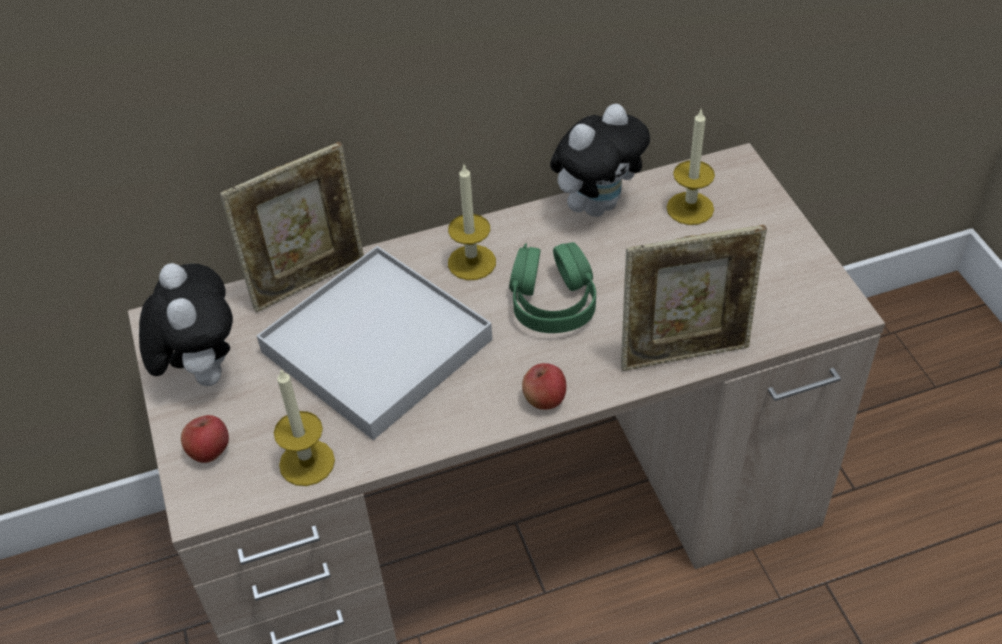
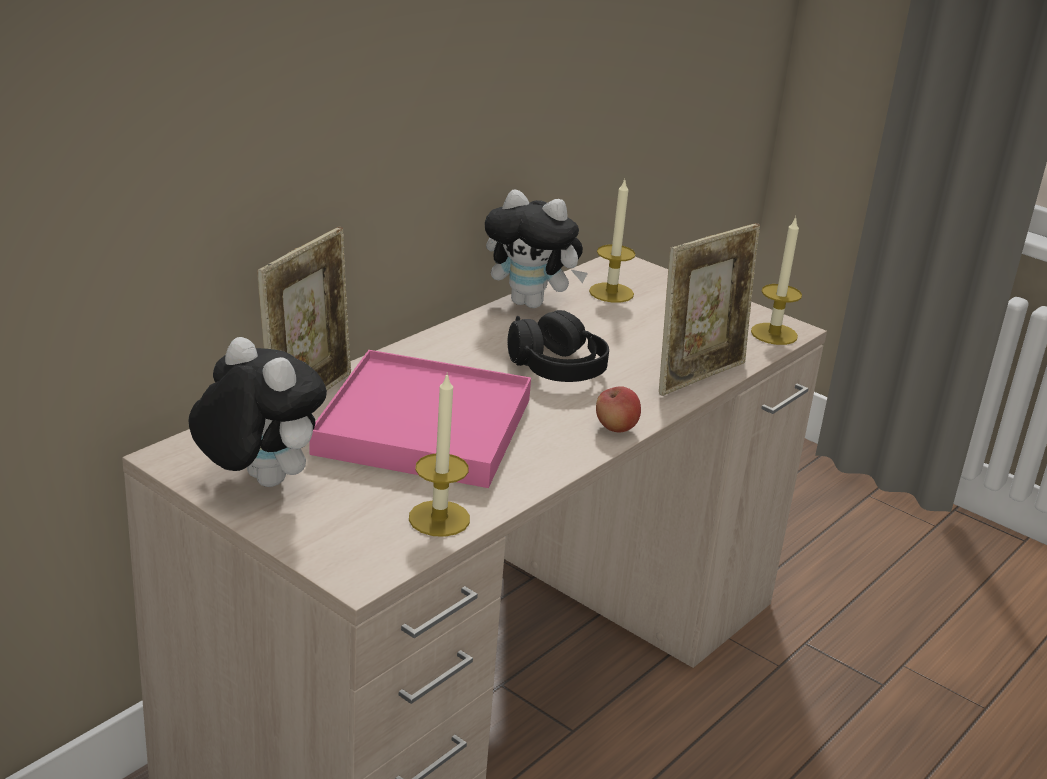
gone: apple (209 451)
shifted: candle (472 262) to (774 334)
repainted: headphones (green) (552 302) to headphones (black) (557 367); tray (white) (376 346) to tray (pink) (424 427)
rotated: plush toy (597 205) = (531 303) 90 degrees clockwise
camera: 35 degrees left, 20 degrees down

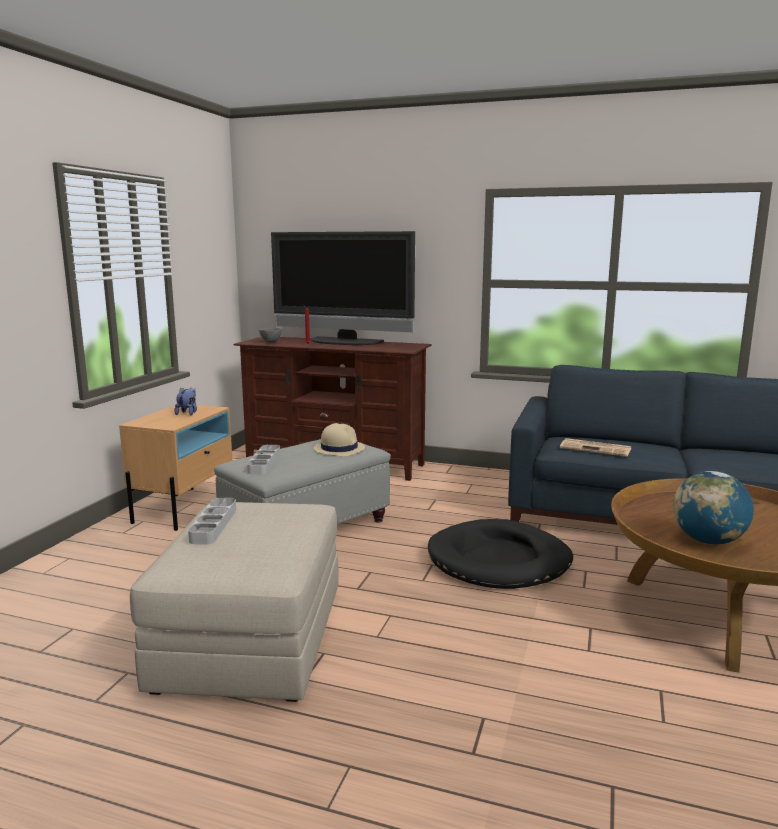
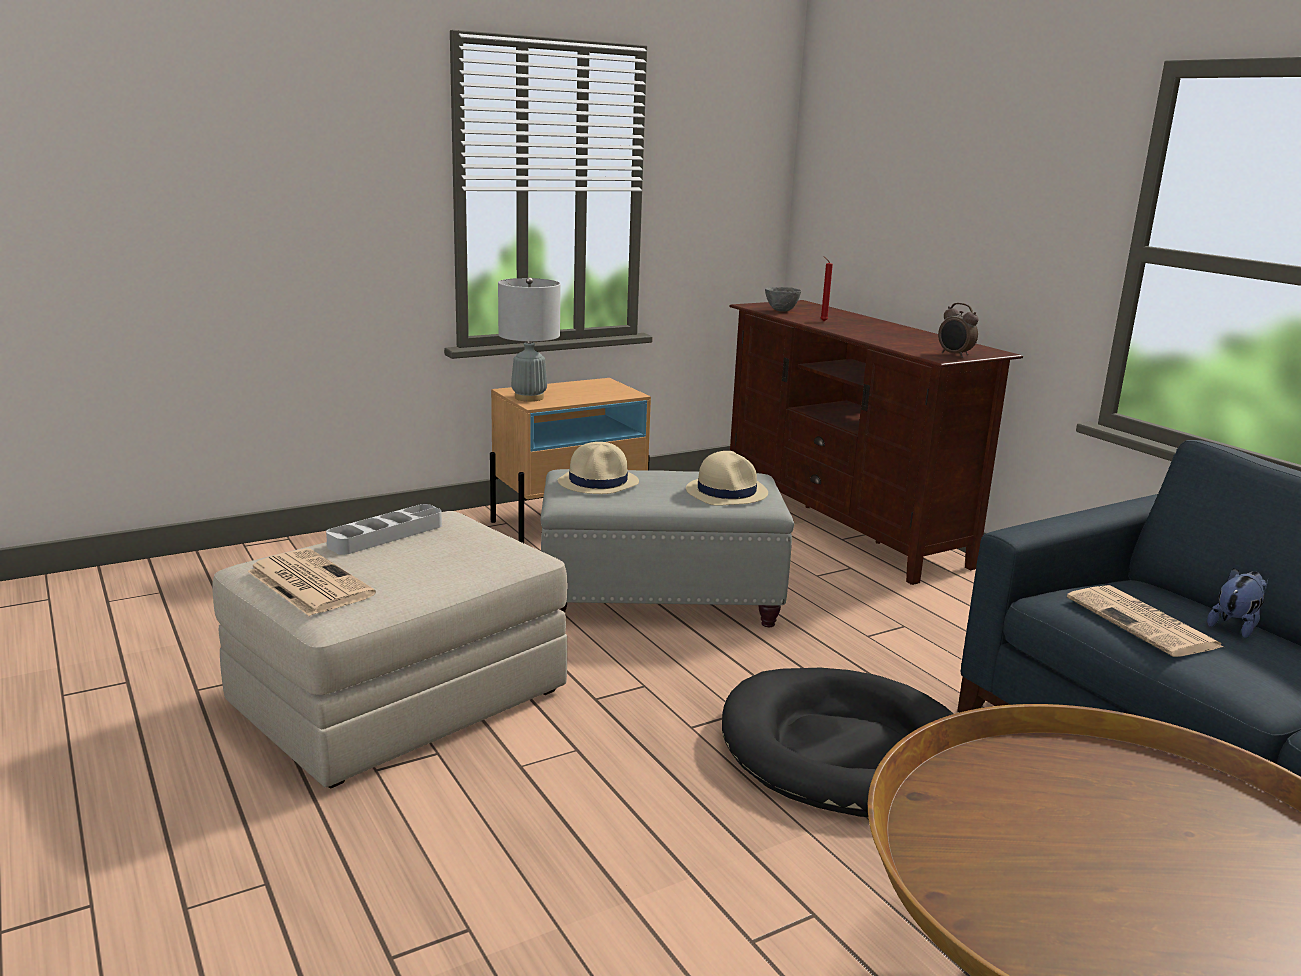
gone: television (343 342); globe (708 541)
new: table lamp (grey) (529 398); alarm clock (954 355); newspaper (308 583)
shifted: plush toy (187 413) to (1235 626)
swapped: tray (grey) (264 463) to hat (beige) (599 482)
camera: 40 degrees right, 5 degrees up

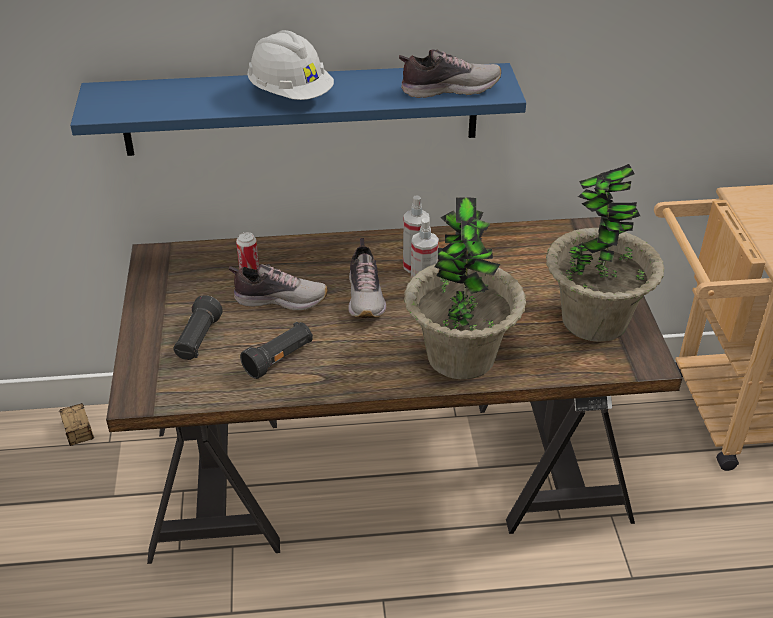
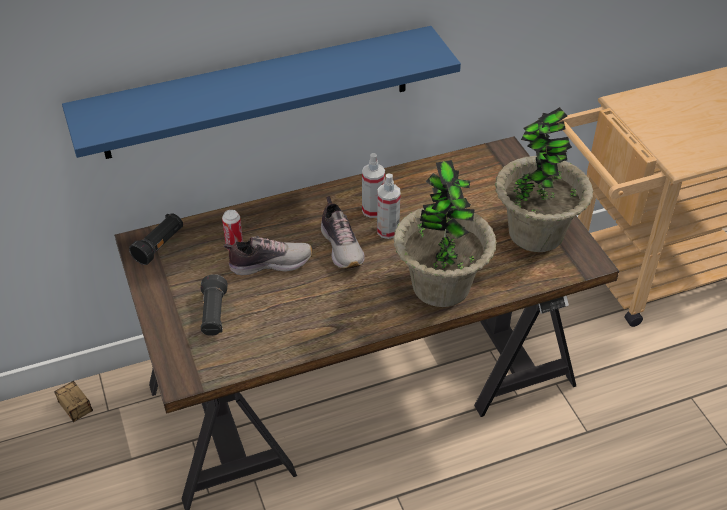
gone: hard hat (white) (290 94); shoe (448 89)
shifted: flashlight (black) (279 359) to (159 246)
camera: 15 degrees left, 5 degrees up

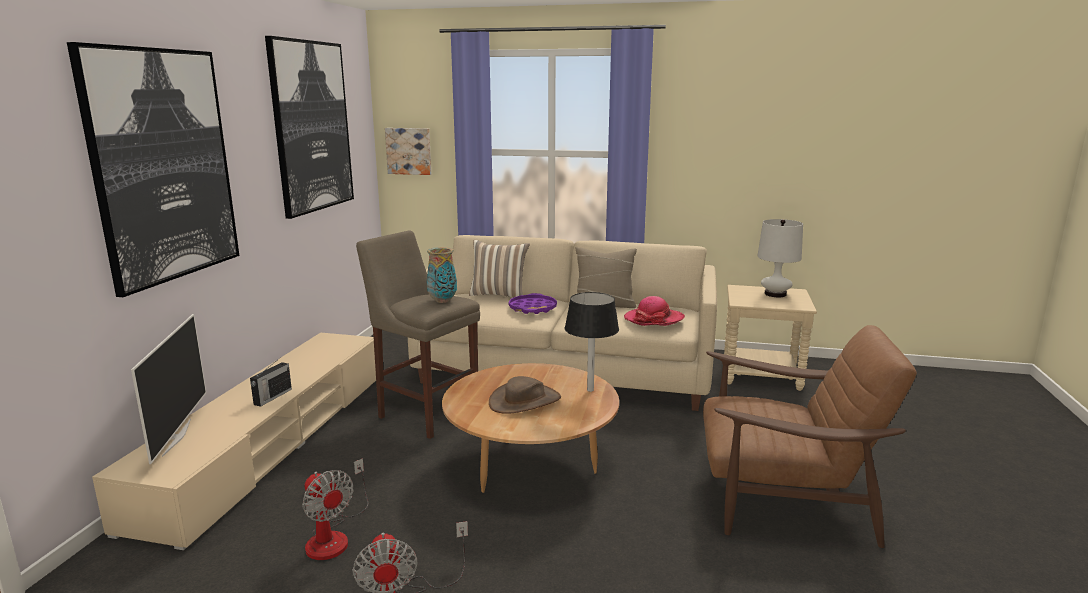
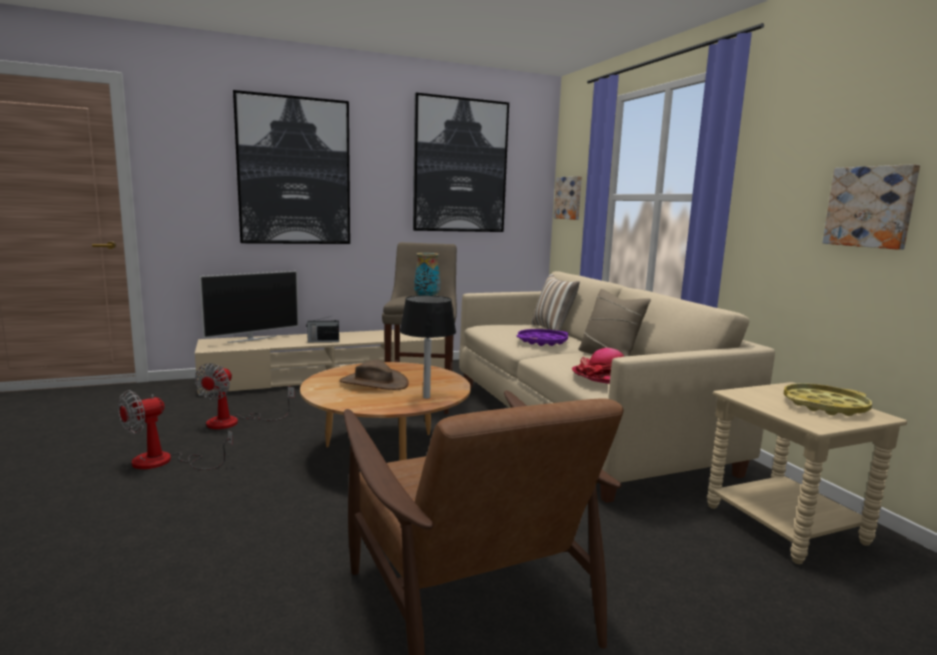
new: picture (871 207)
swapped: table lamp (white) (775 294) to tray (yellow) (825 406)
camera: 55 degrees right, 5 degrees down

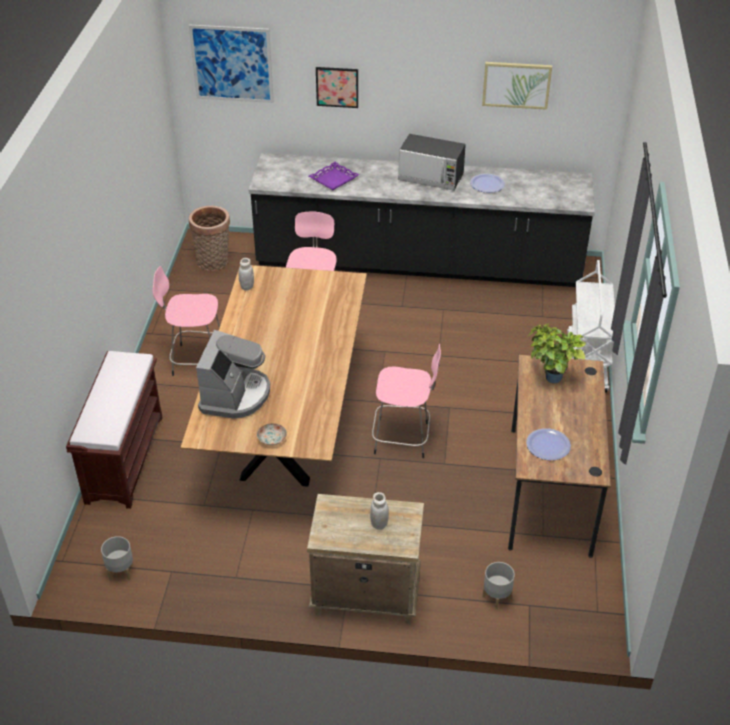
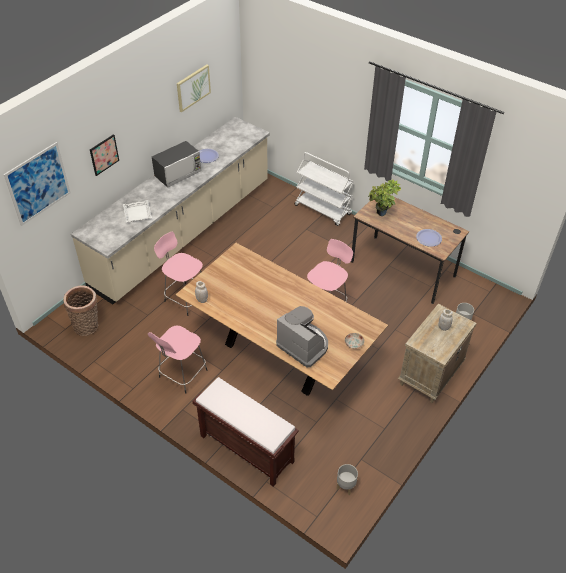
repainted: counter (black) (418 265) to counter (beige) (184 233); tray (purple) (334 179) to tray (white) (137 213)
camera: 60 degrees left, 5 degrees up

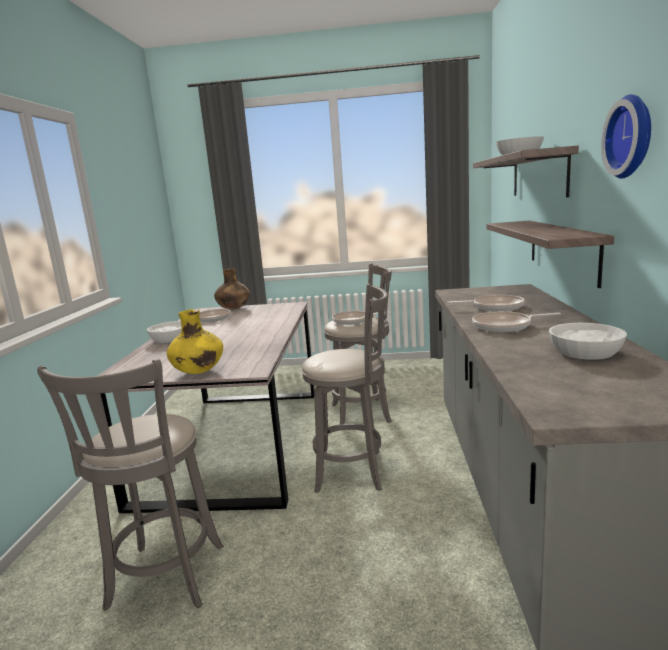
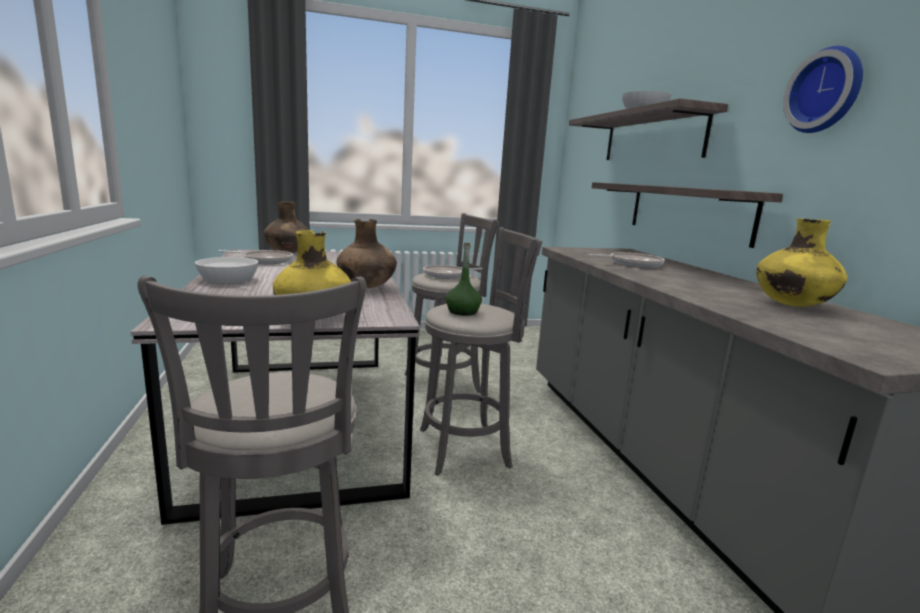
gone: frying pan (505 326)
new: vase (brown) (367 287); bottle (green) (462 312)
swapped: bowl (white) (584 352) to vase (yellow) (792 305)
camera: 20 degrees left, 0 degrees up

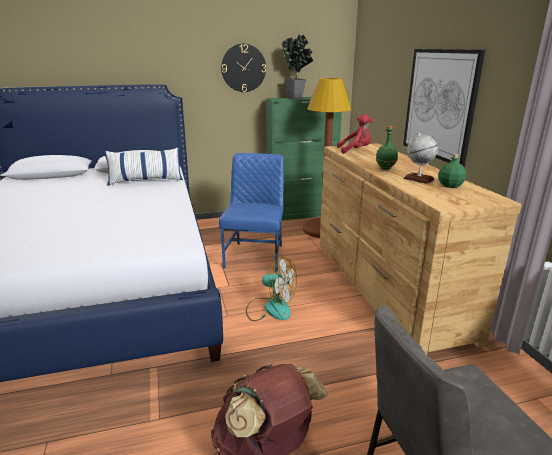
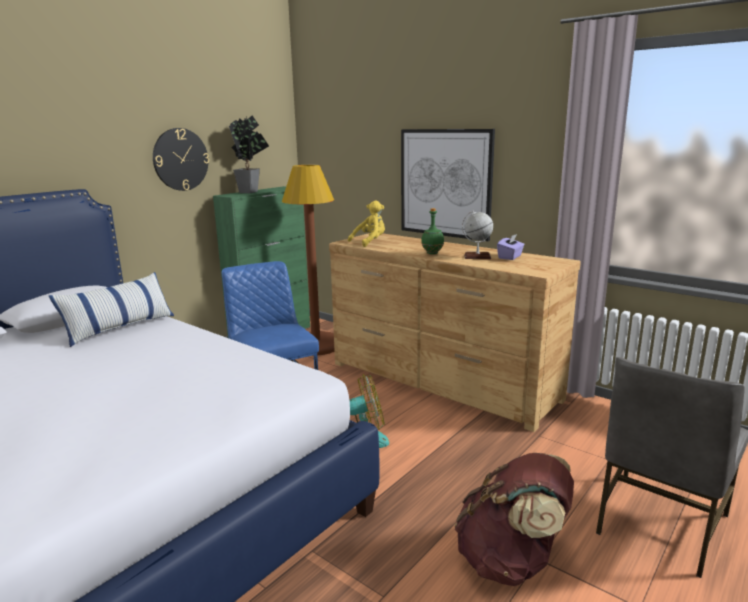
swapped: bottle (green) (450 185) to tissue box (purple) (510 257)
repainted: plush toy (red) (355 151) to plush toy (yellow) (370 242)
camera: 35 degrees left, 5 degrees down

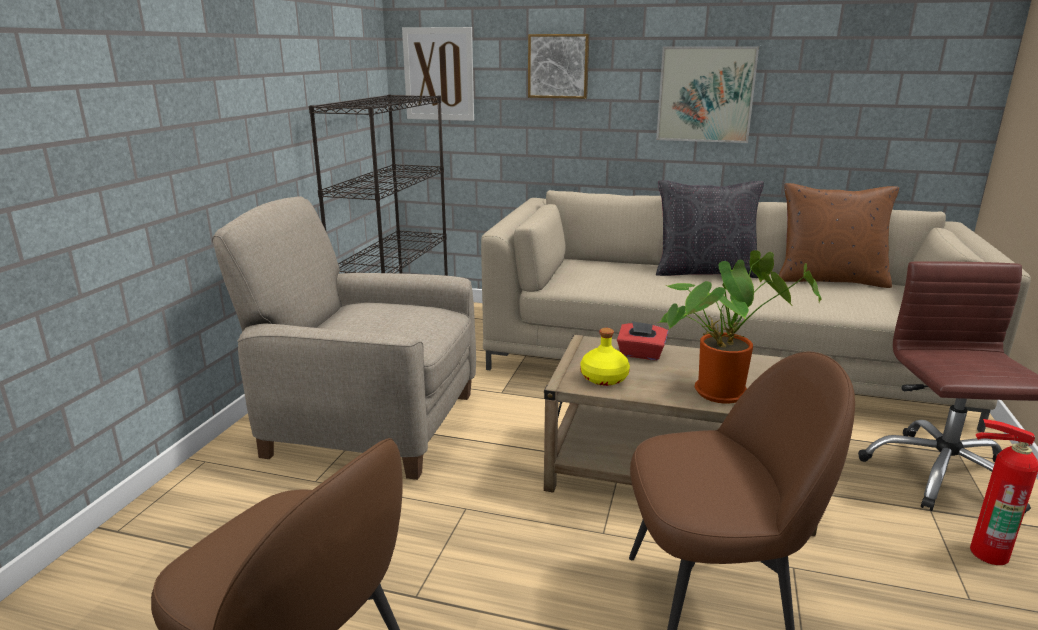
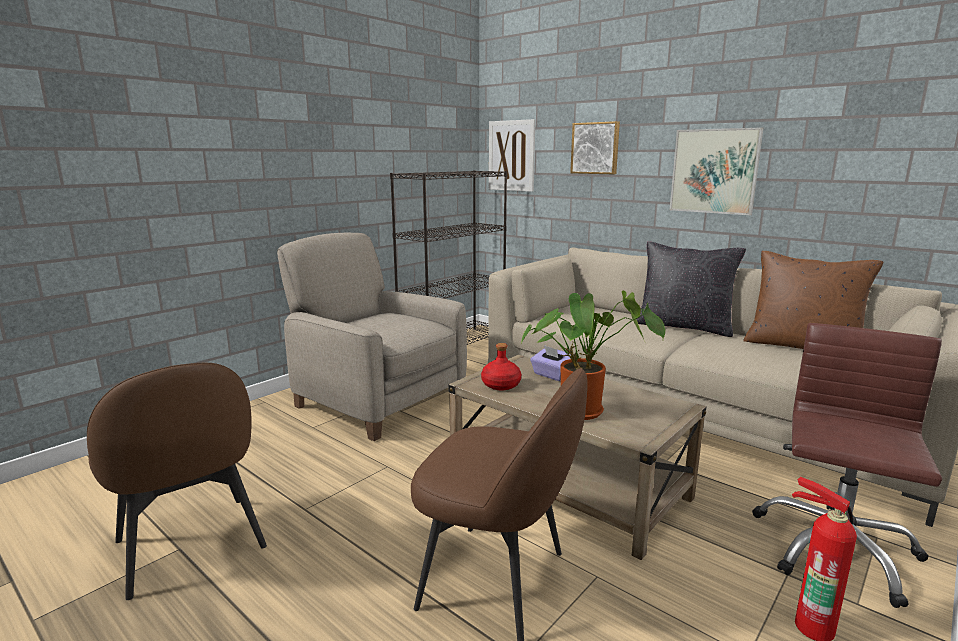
repainted: tissue box (red) (641 354) to tissue box (purple) (551 375); bottle (yellow) (603 378) to bottle (red) (500 385)
camera: 25 degrees right, 5 degrees down

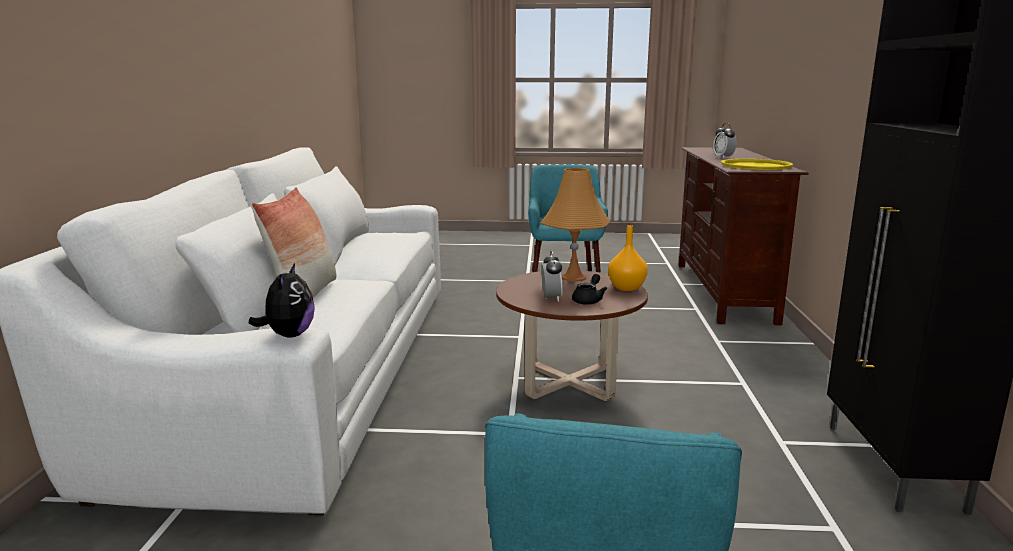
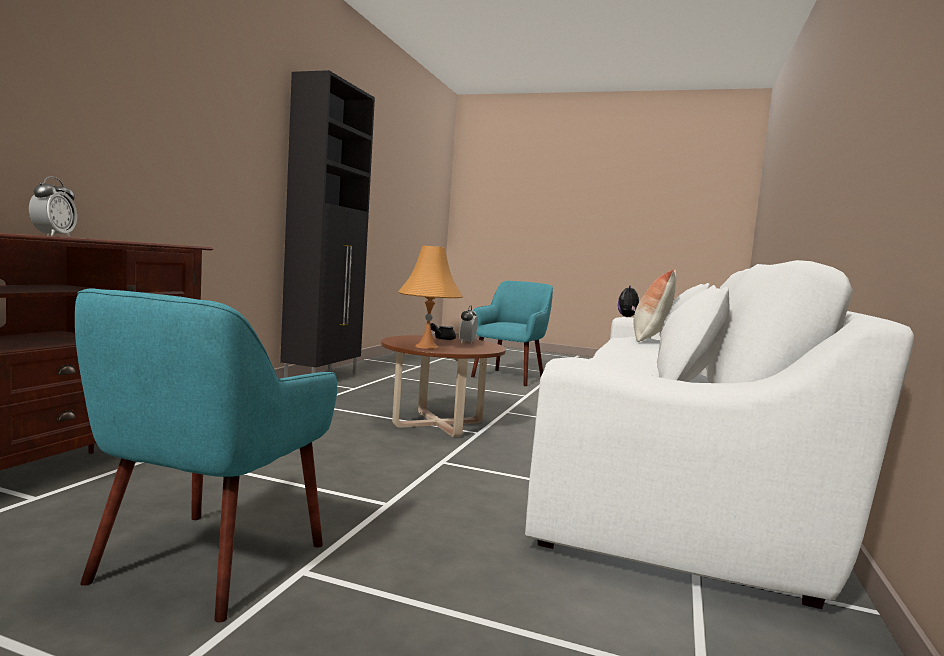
gone: tray (yellow) (756 166); vase (orange) (627 288)
camera: 165 degrees left, 10 degrees down

